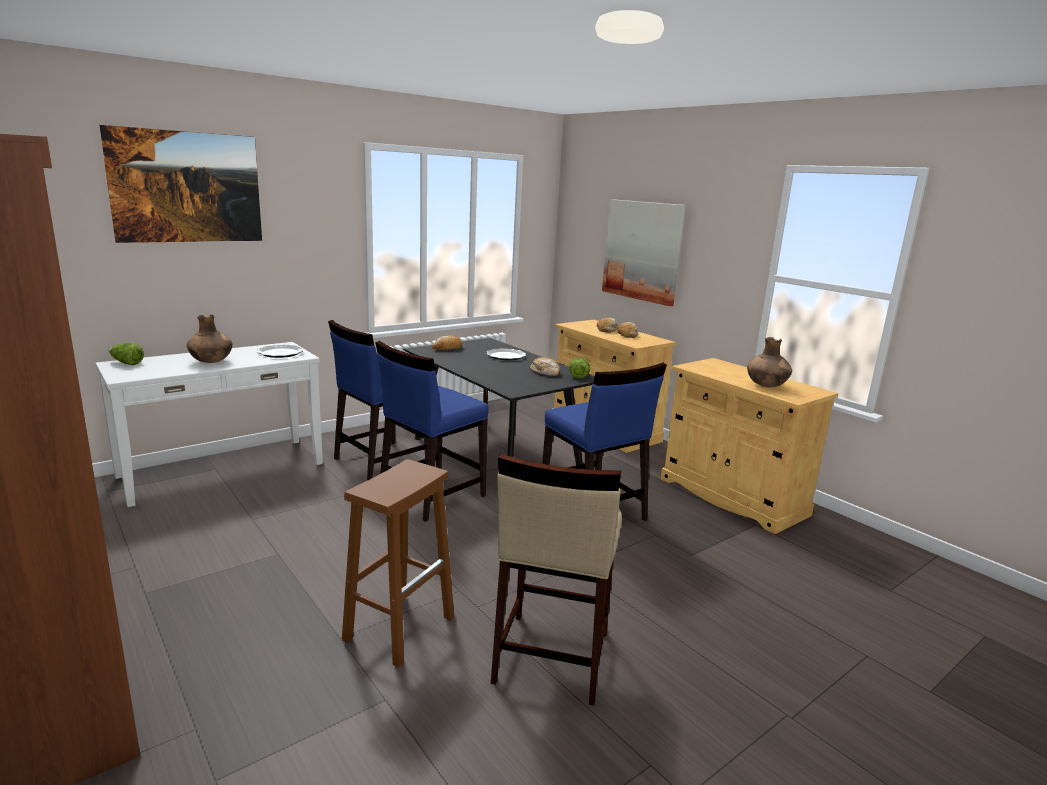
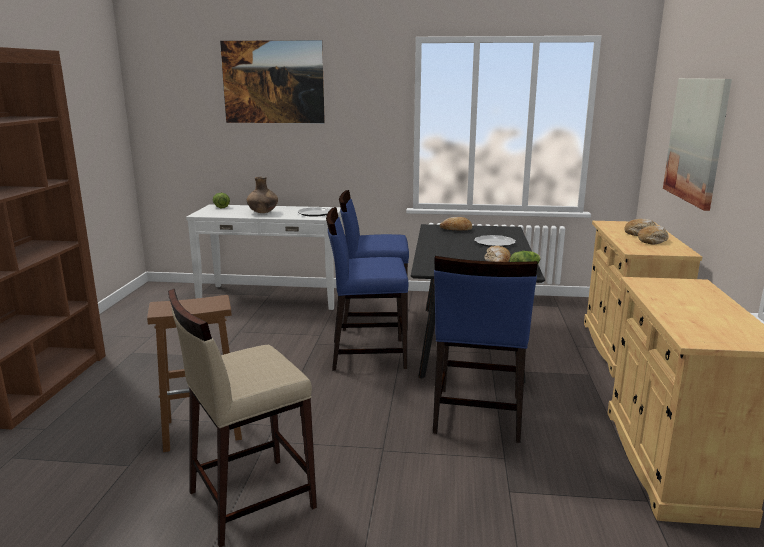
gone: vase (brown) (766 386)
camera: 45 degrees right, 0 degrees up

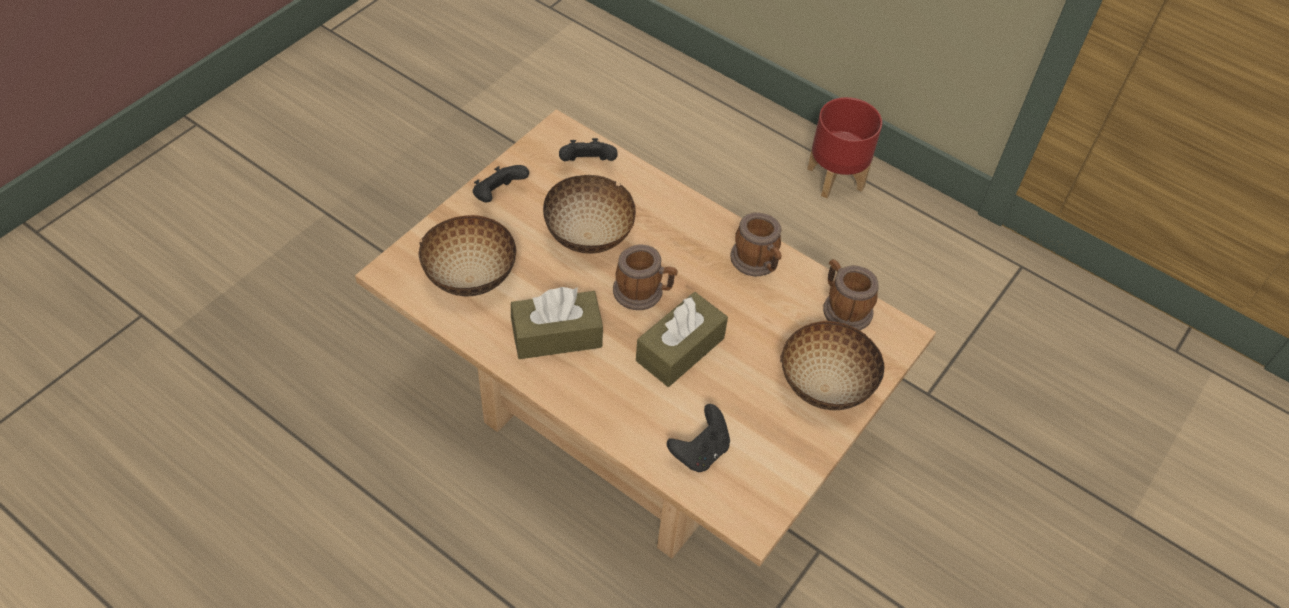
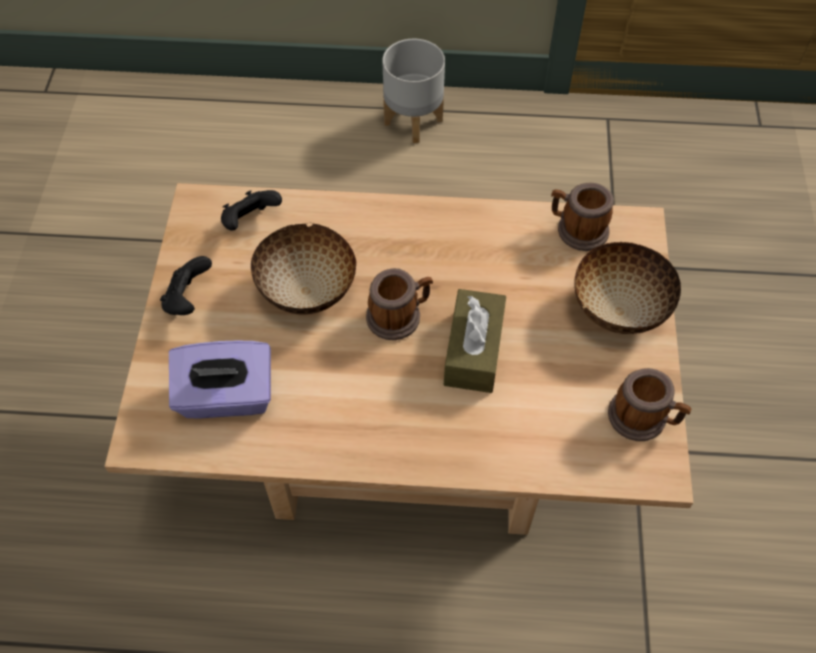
gone: tissue box (brown) (557 335); game controller (black) (700 451)
shifted: mug (757 262) to (643 418)
swapped: bowl (471 277) to tissue box (purple) (227 397)
repainted: planter (red) (836 178) to planter (grey) (414 120)
camera: 30 degrees left, 5 degrees up

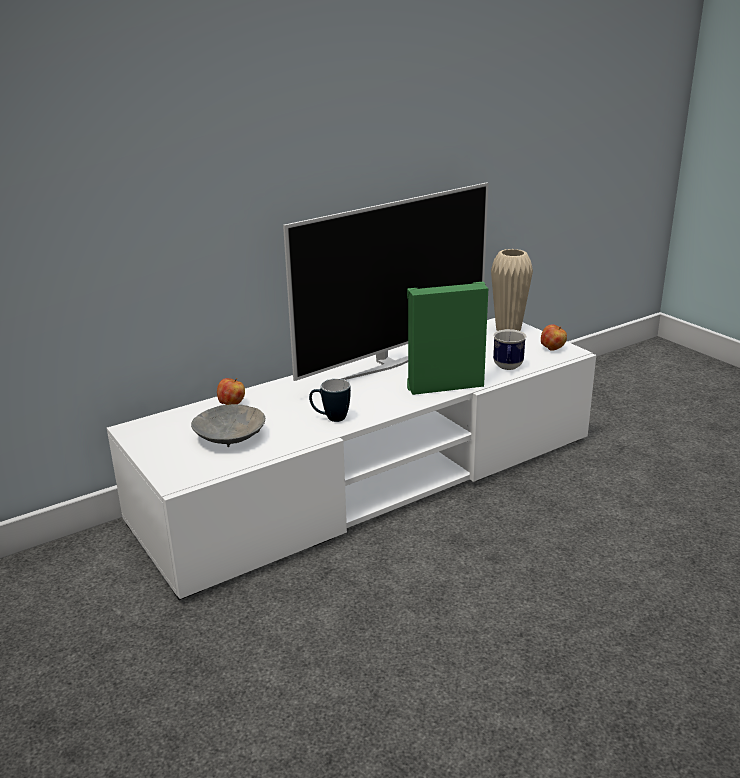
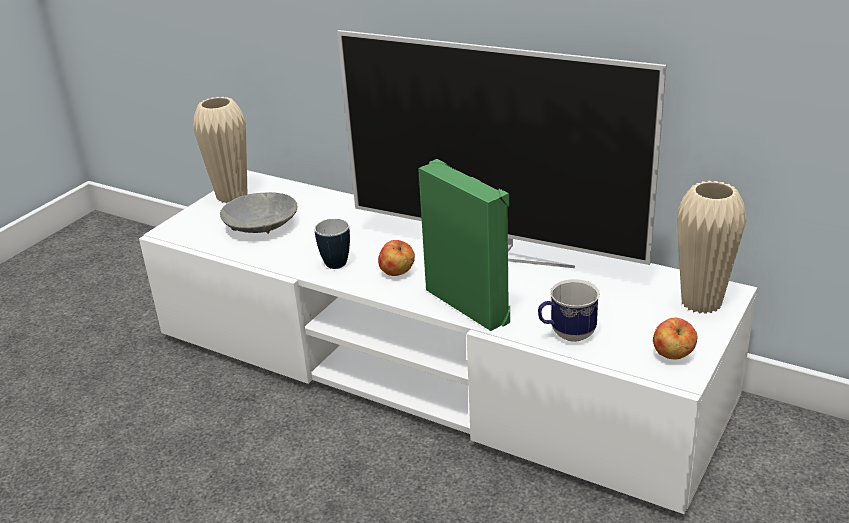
new: vase (beige) (232 196)
shifted: apple (232 404) to (397 273)
camera: 65 degrees right, 5 degrees up

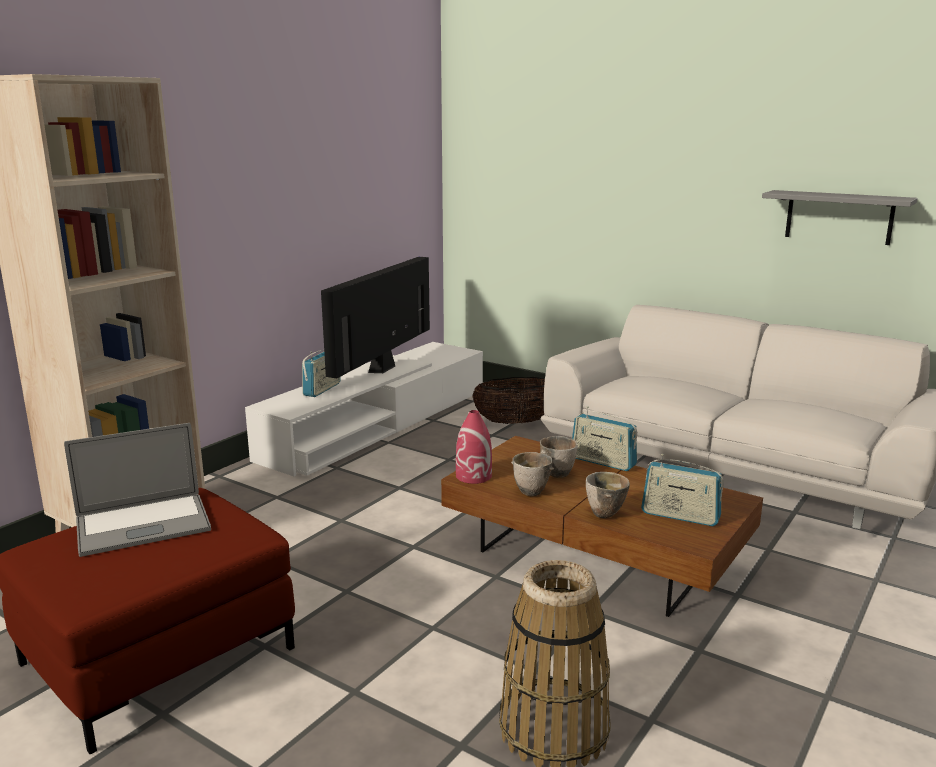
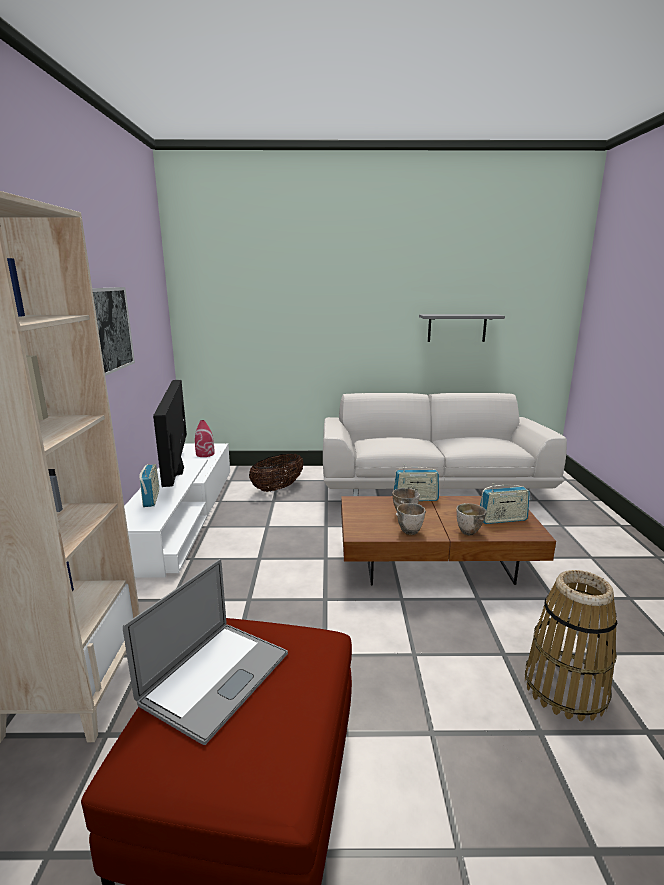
new: picture (109 329)
shifted: vase (red) (474 476) to (205 454)
camera: 35 degrees left, 0 degrees up

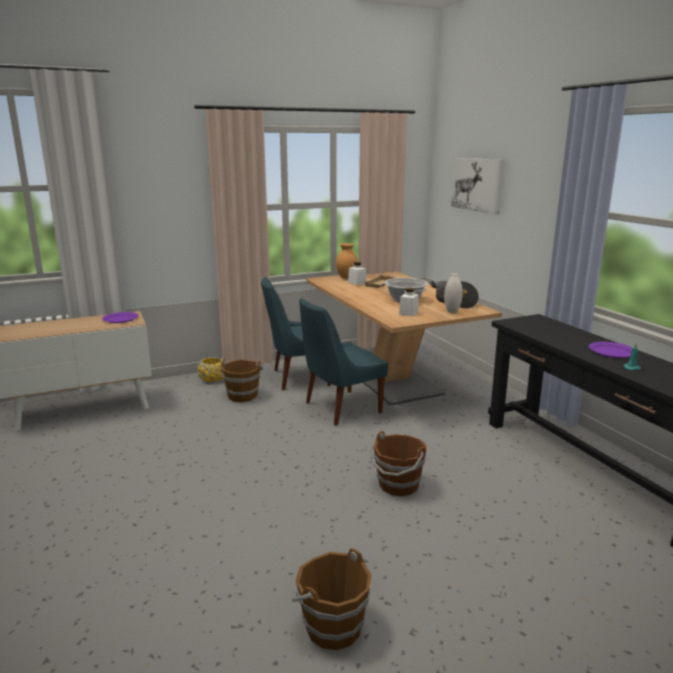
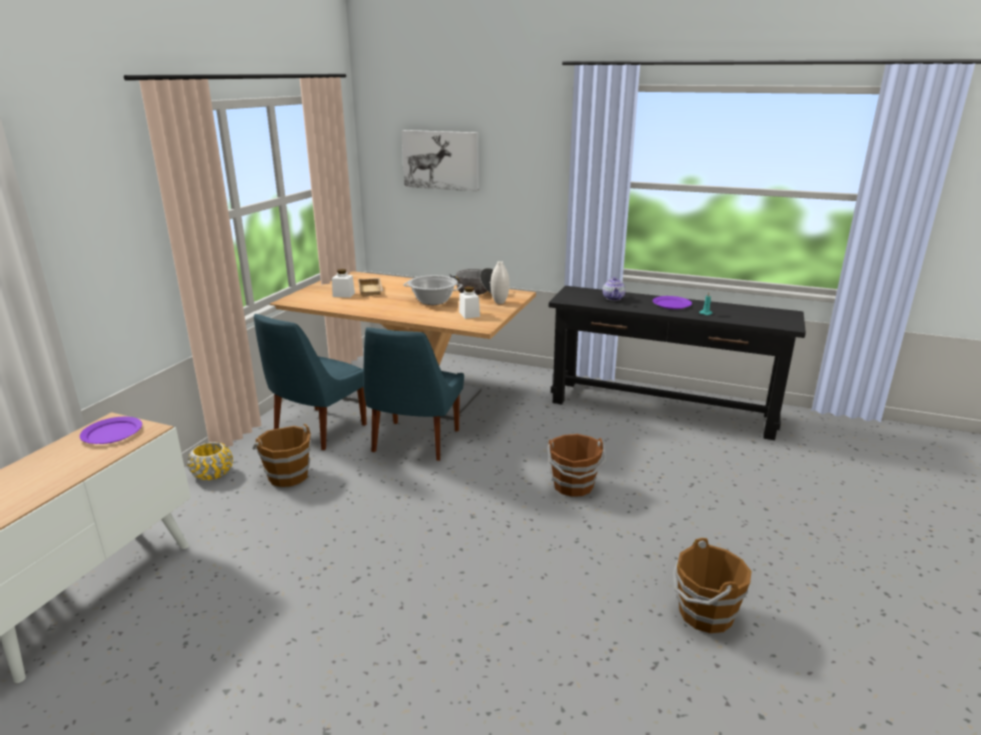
gone: vase (brown) (346 277)
new: teapot (613 298)
camera: 45 degrees left, 5 degrees up

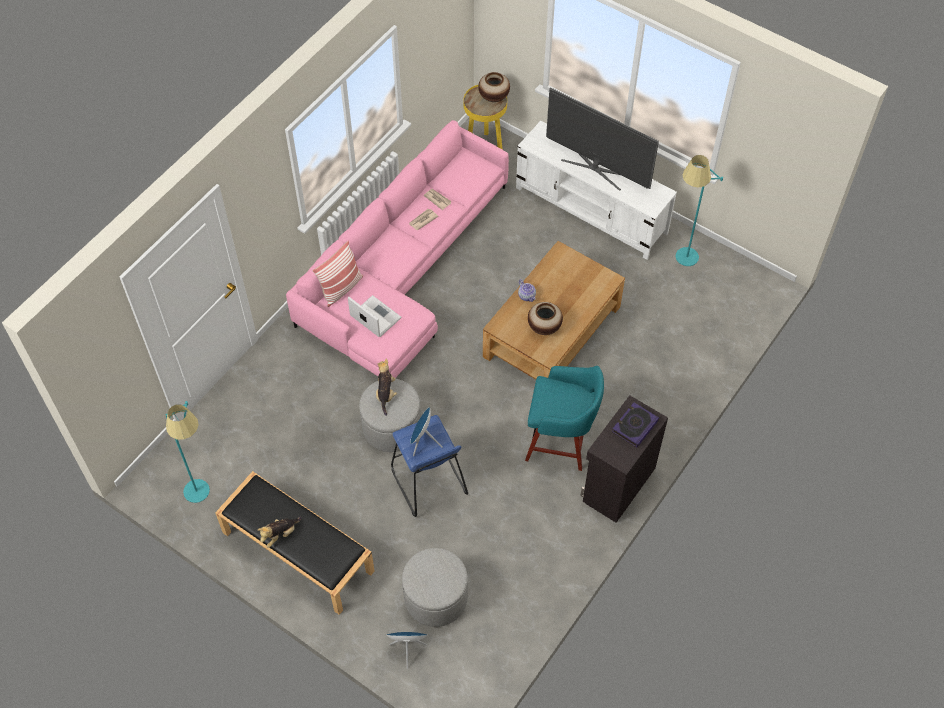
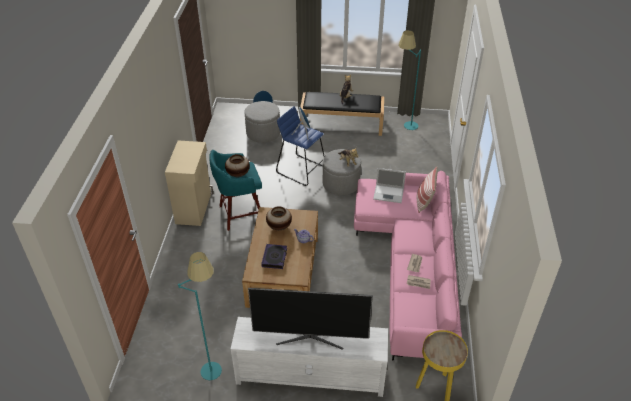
shifted: vase (493 97) to (238 174); book (634 426) to (274 258)
repainted: cabinet (black) (617 484) to cabinet (beige) (194 208)
camera: 150 degrees right, 15 degrees down

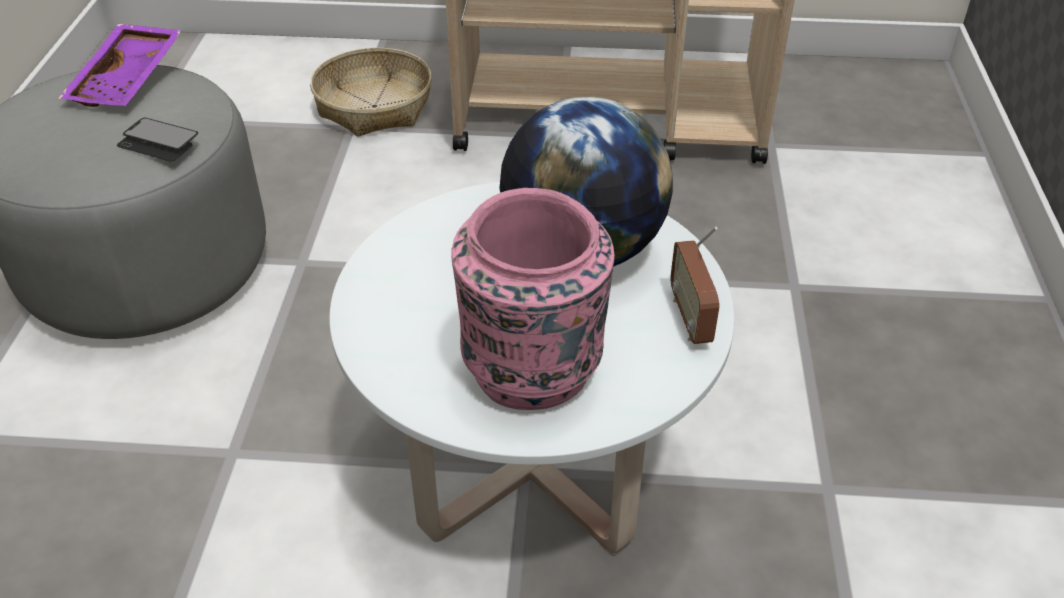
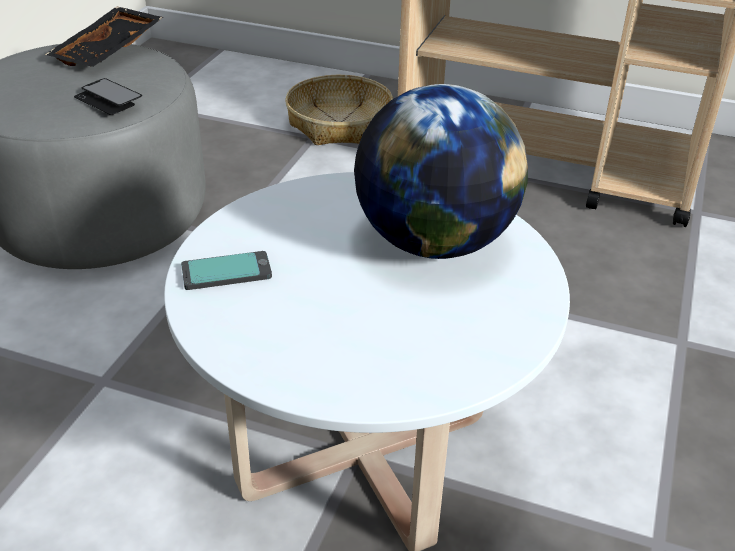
gone: vase (pink) (533 371); radio (691 318)
new: phone (226 272)
repainted: tray (purple) (129 80) to tray (black) (110 51)
camera: 15 degrees right, 5 degrees down

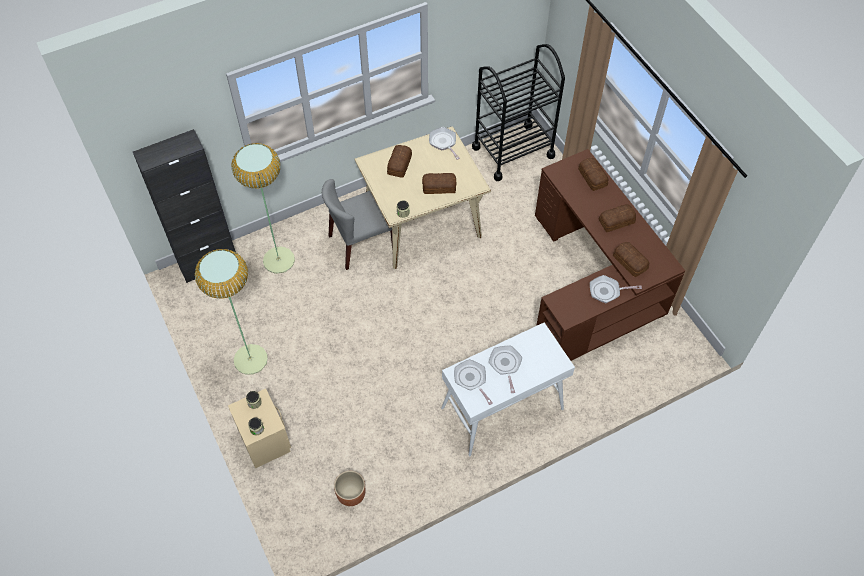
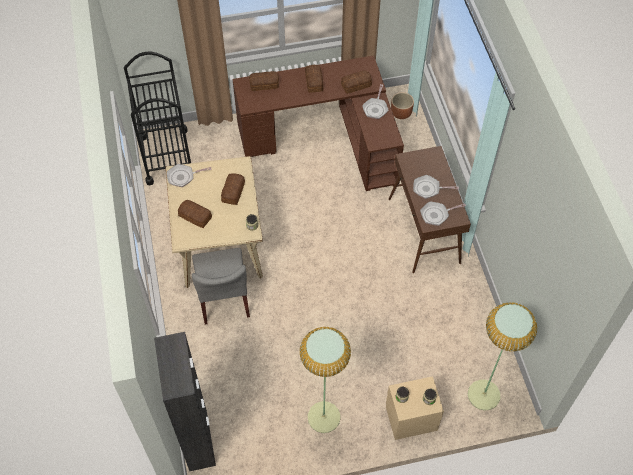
shifted: floor lamp (278 260) to (483 395); planter (brown) (351 495) to (401 113)
repainted: console table (white) (502 409) to console table (brown) (424 231)
camera: 75 degrees left, 0 degrees up

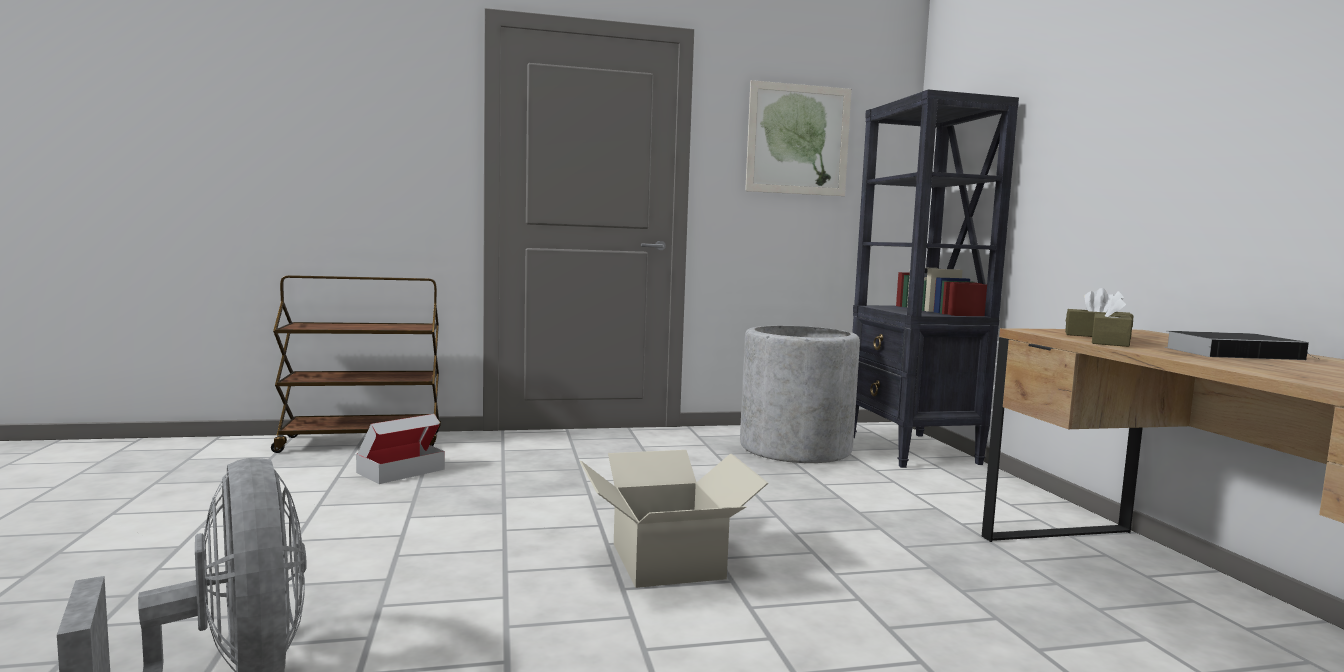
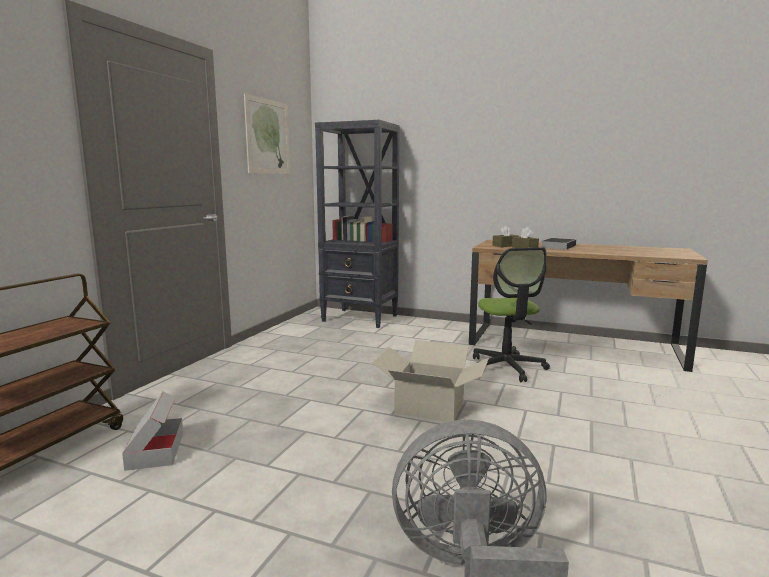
gone: planter (grey) (795 448)
new: office chair (506 367)
camera: 55 degrees left, 5 degrees up

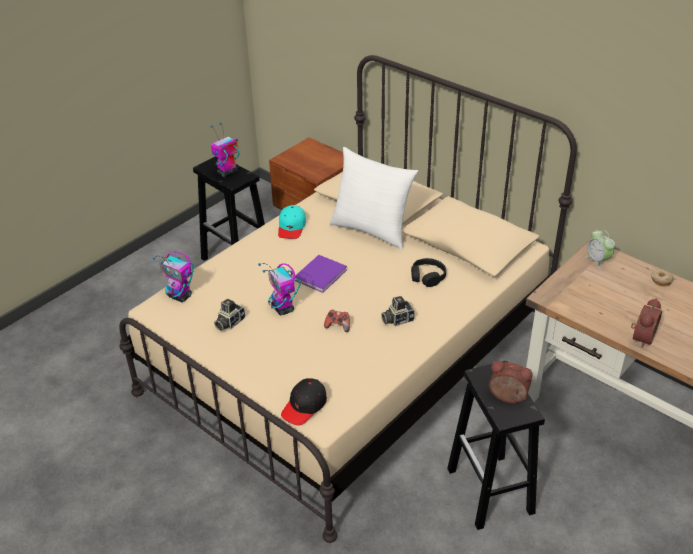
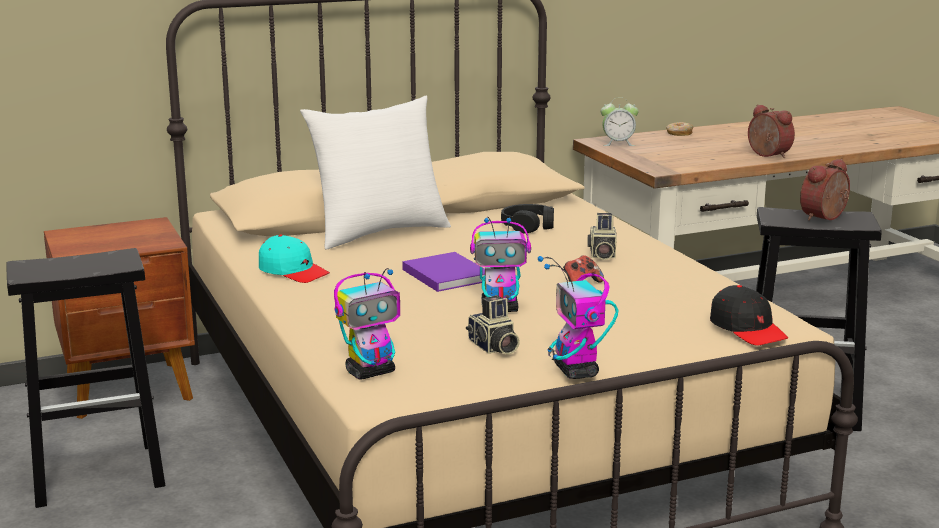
shifted: toy robot (227 173) to (576 371)
camera: 65 degrees left, 20 degrees down

